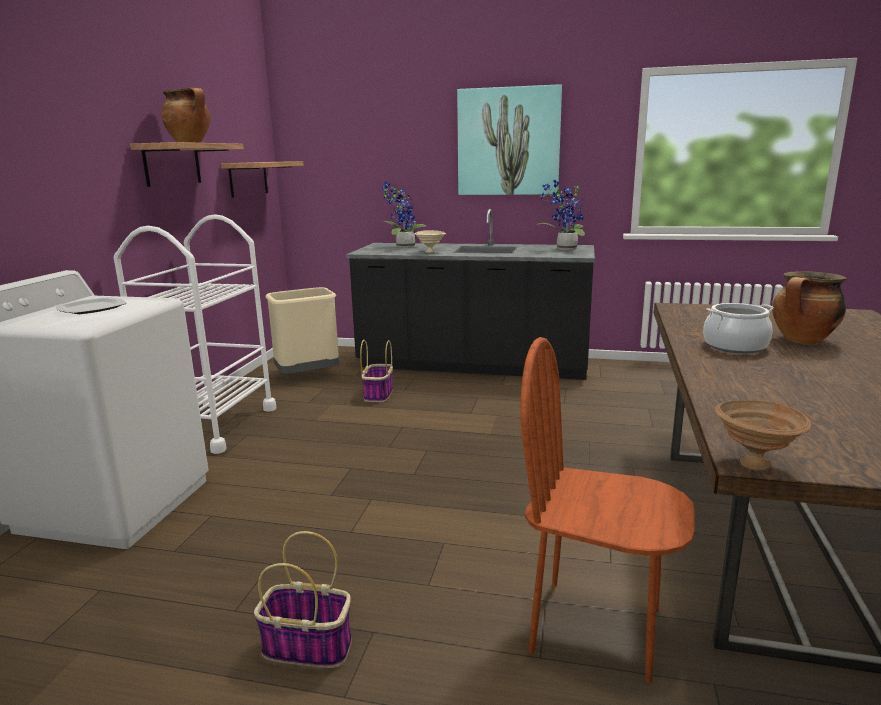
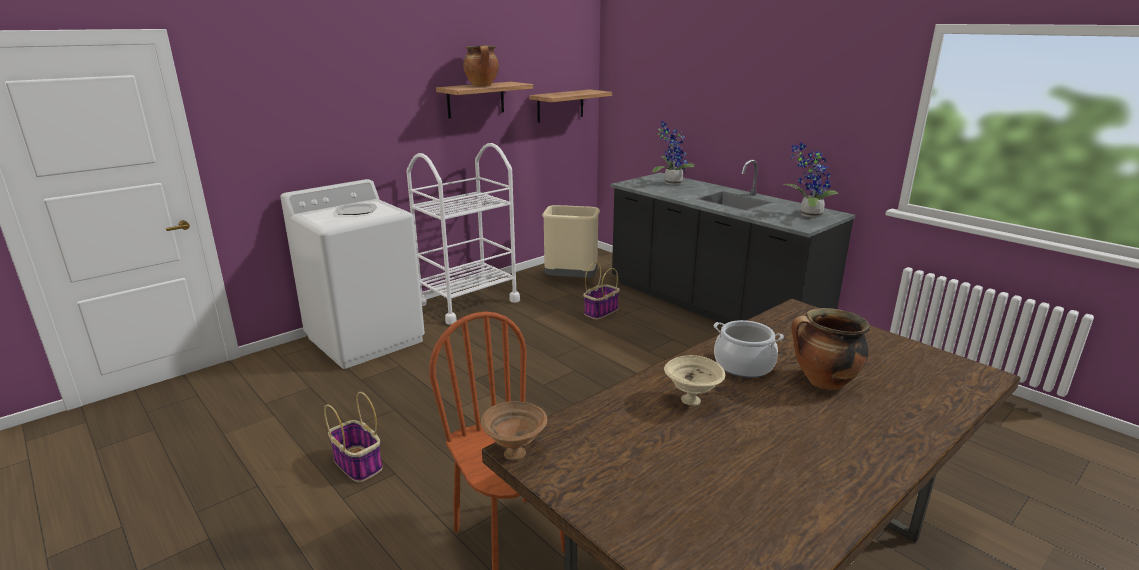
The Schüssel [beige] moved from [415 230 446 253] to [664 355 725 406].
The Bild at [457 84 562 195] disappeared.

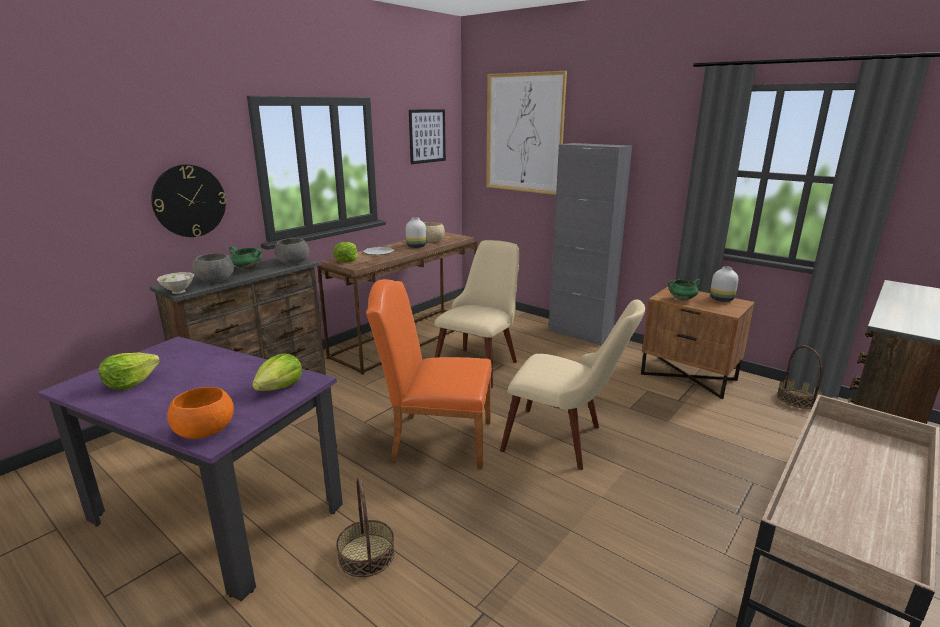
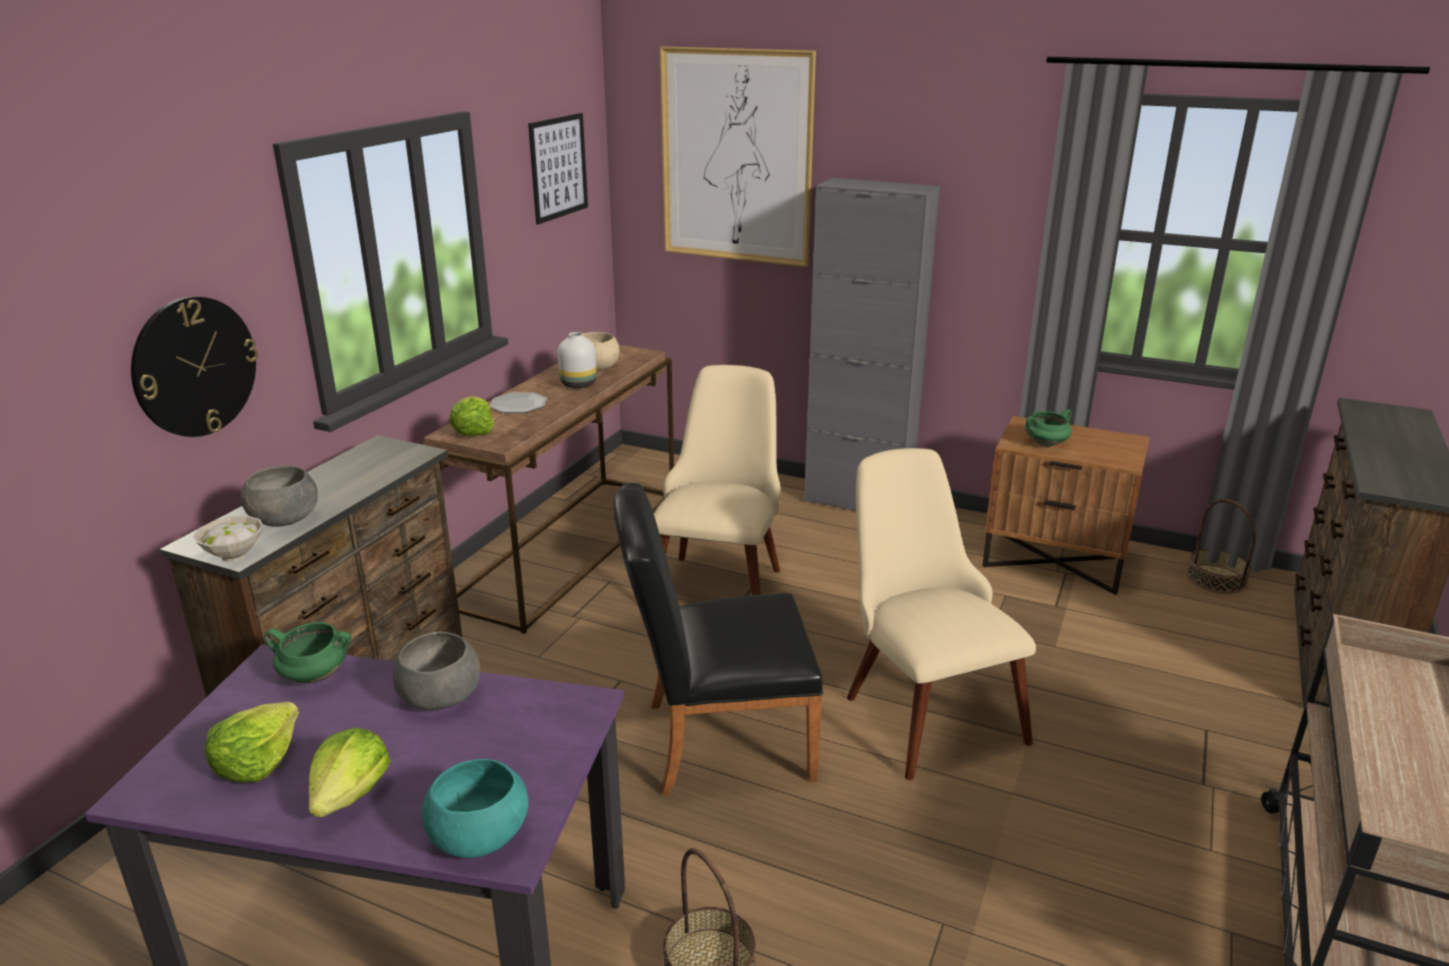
The Kochtopf [grün] moved from [229 246 262 271] to [264 622 351 683].
The Salatkopf moved from [252 354 302 391] to [309 727 390 817].
The Schüssel [grau] moved from [275 238 309 264] to [393 632 480 710].
The Schüssel [orange] at [167 387 234 439] became the Schüssel [türkis] at [422 759 529 858].
The Stuhl [orange] at [366 279 492 470] became the Stuhl [schwarz] at [613 483 823 796].
The Stuhl [beige] at [500 299 645 470] turned 120 degrees counterclockwise.
The Vase [weiß] at [710 266 739 302] disappeared.

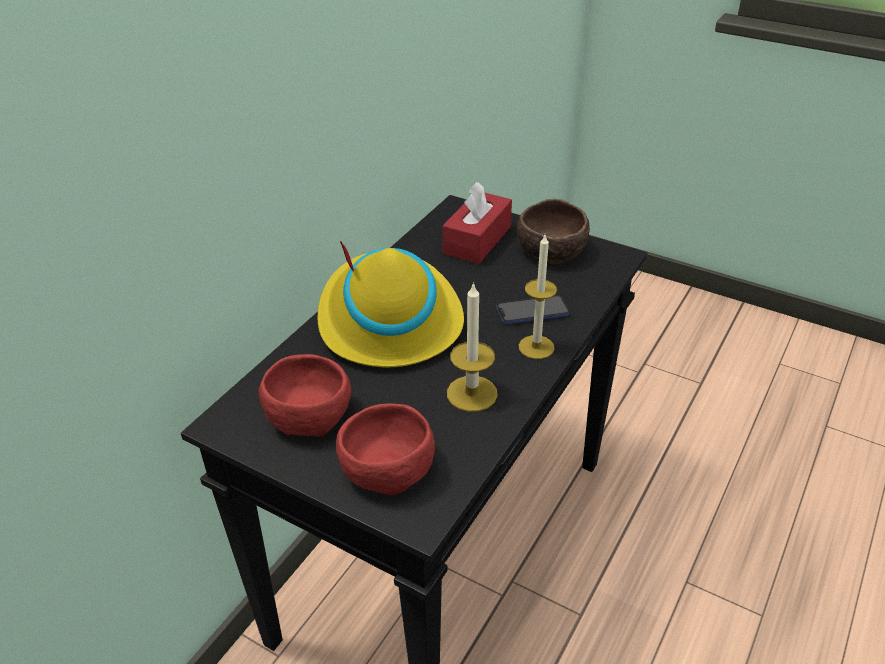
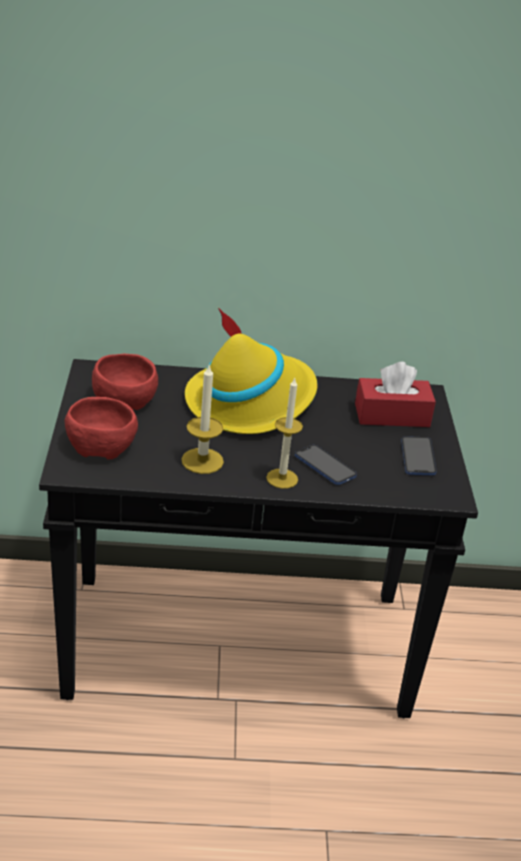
The Schüssel [braun] at [517 199 590 264] was replaced by the Handy at [401 436 437 475].

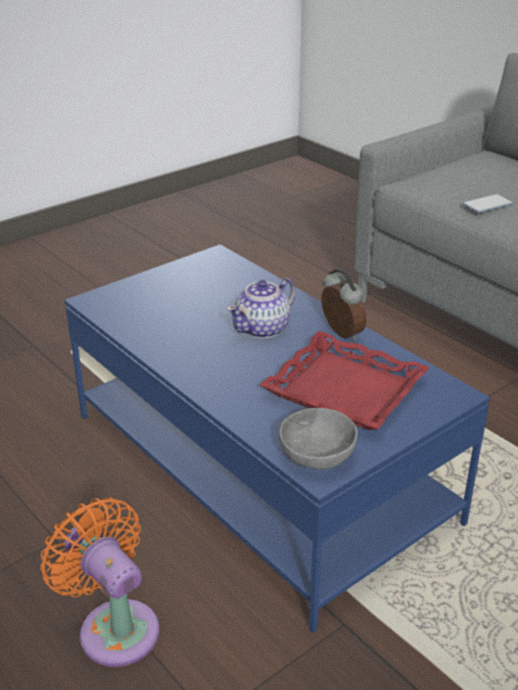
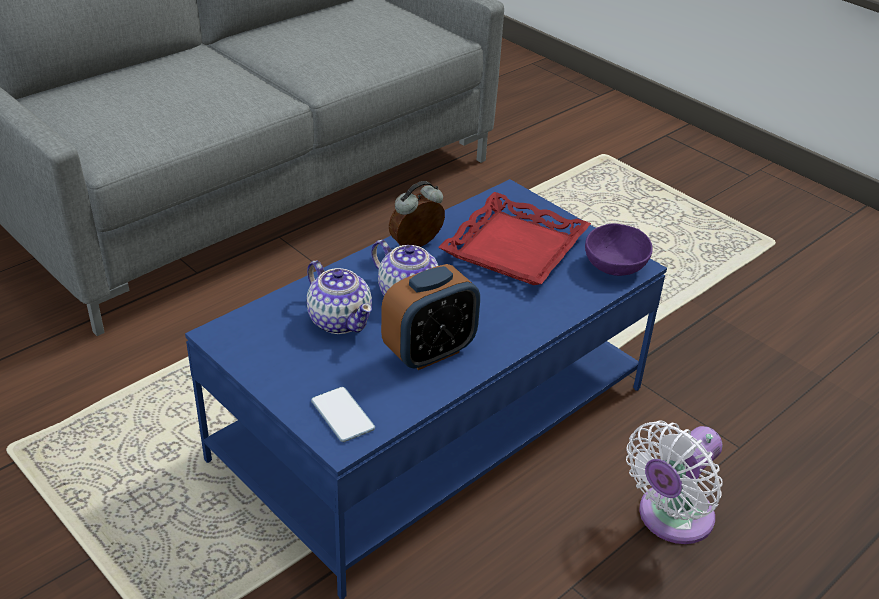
The Teekanne at [307 261 372 334] appeared.
The Handy moved from [463 194 513 213] to [311 387 375 442].
The Wecker at [381 264 480 370] appeared.
The Schüssel [grau] at [279 408 358 469] became the Schüssel [lila] at [585 223 653 276].
The Ventilator [orange] at [41 497 159 667] became the Ventilator [weiß] at [626 420 723 544].

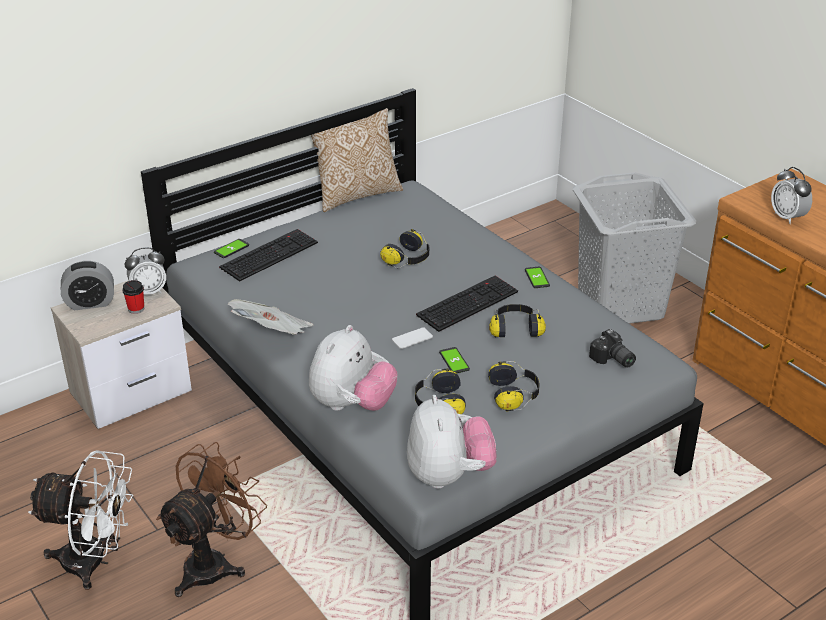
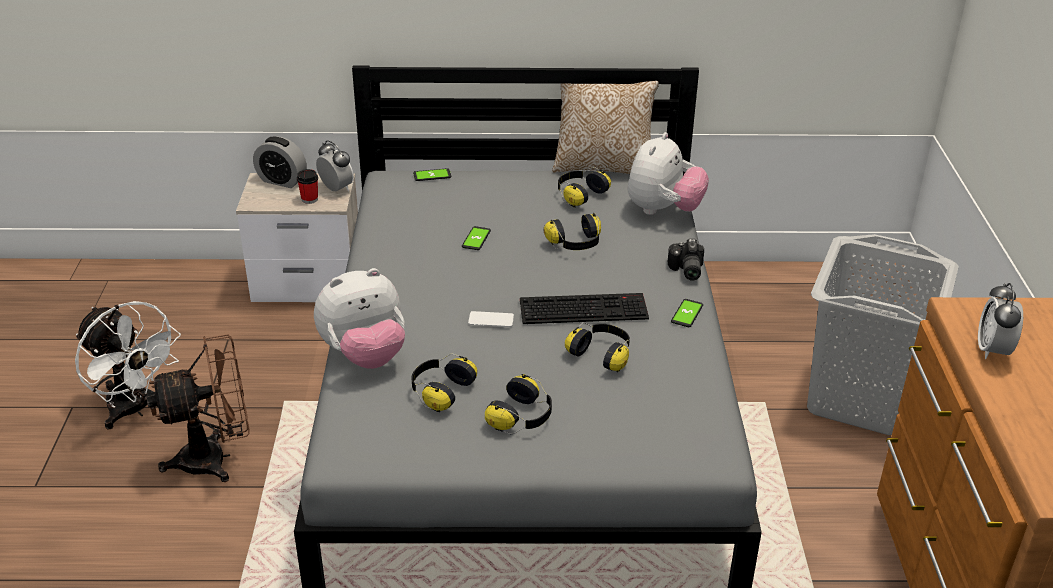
The Wecker at [125 247 166 295] turned 150 degrees counterclockwise.
The Handy moved from [439 347 470 373] to [462 226 491 250].
The Kopfhörer at [558 167 611 208] appeared.
The Plüschtier moved from [407 395 497 488] to [628 132 709 215].
The Kamera moved from [589 329 636 368] to [668 239 704 281].
The Tastatur at [219 229 318 282] disappeared.
The Zeitung at [228 299 313 335] disappeared.

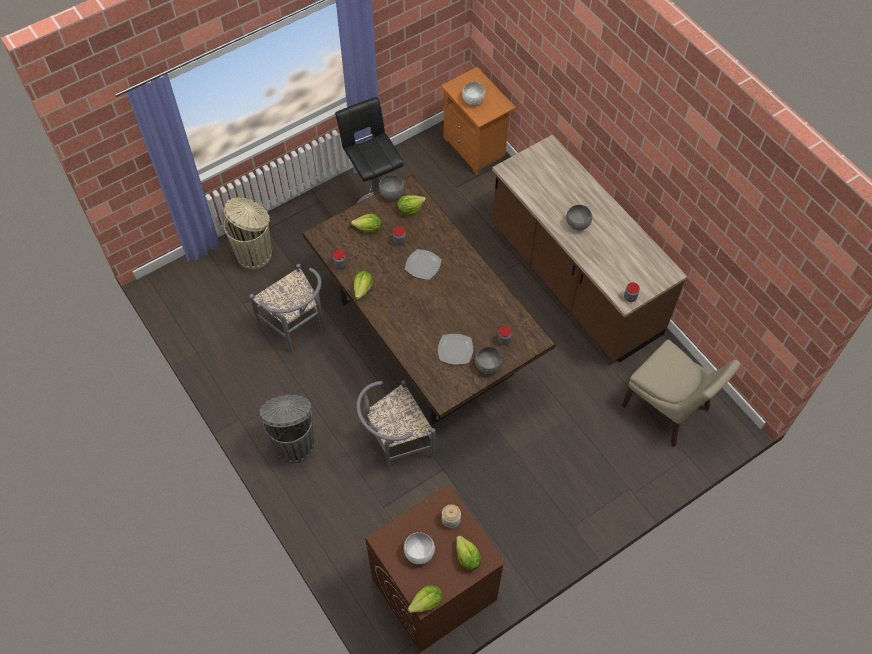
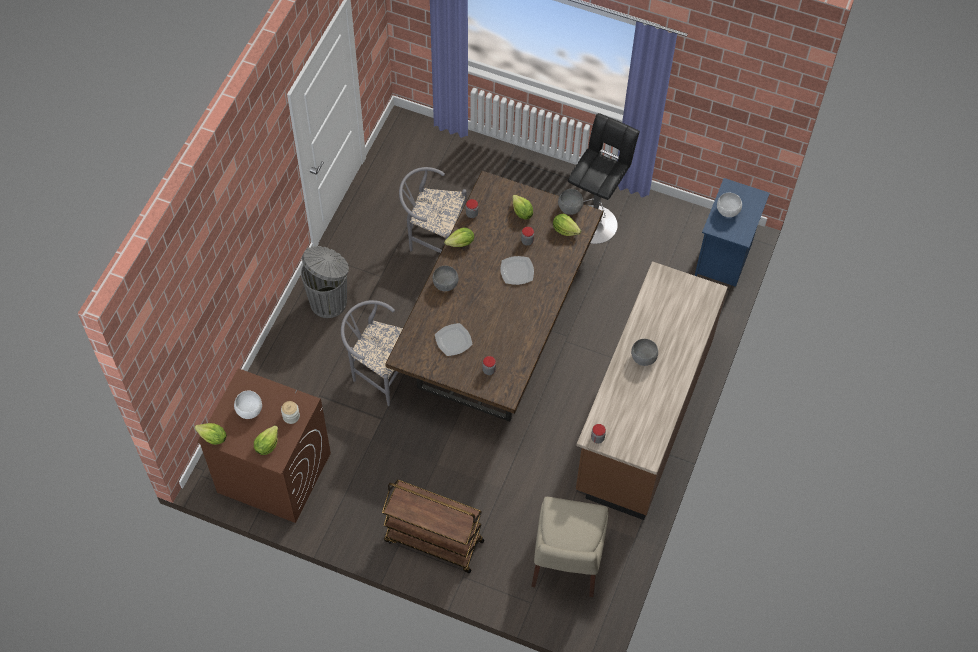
The Rollwagen [braun] at [382 480 484 573] appeared.
The Stuhl [grau] at [249 264 324 352] turned 90 degrees clockwise.
The Schüssel [grau] moved from [475 346 502 374] to [433 266 459 291].
The Nachttisch [orange] at [441 67 516 175] became the Nachttisch [blau] at [695 178 770 287].
The Mülleimer [beige] at [224 197 272 269] disappeared.

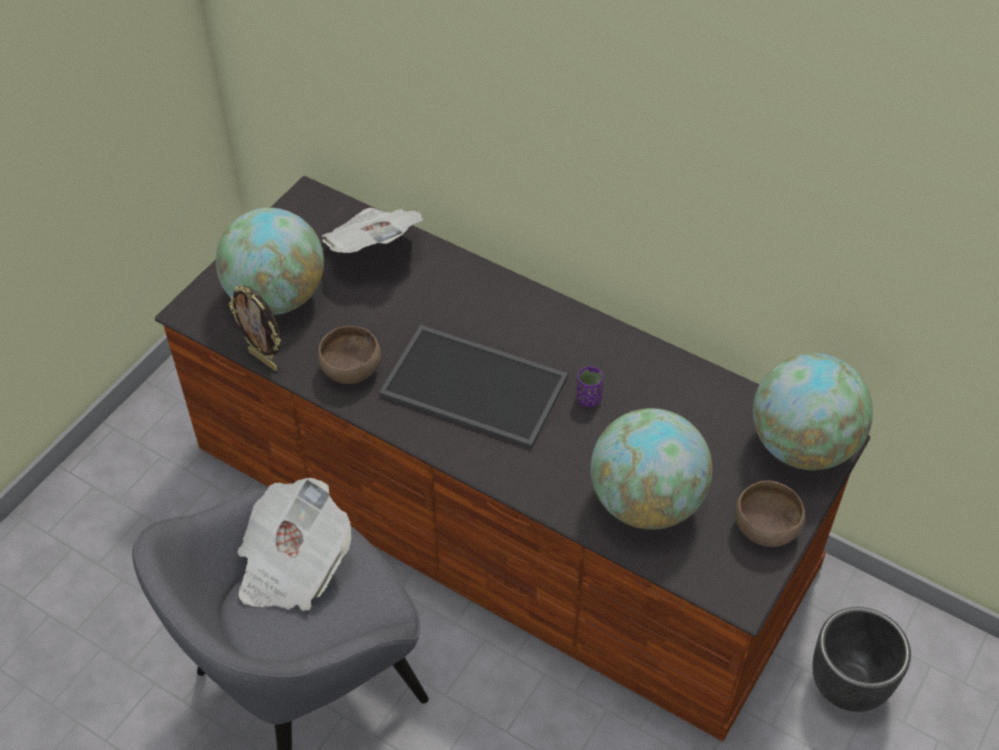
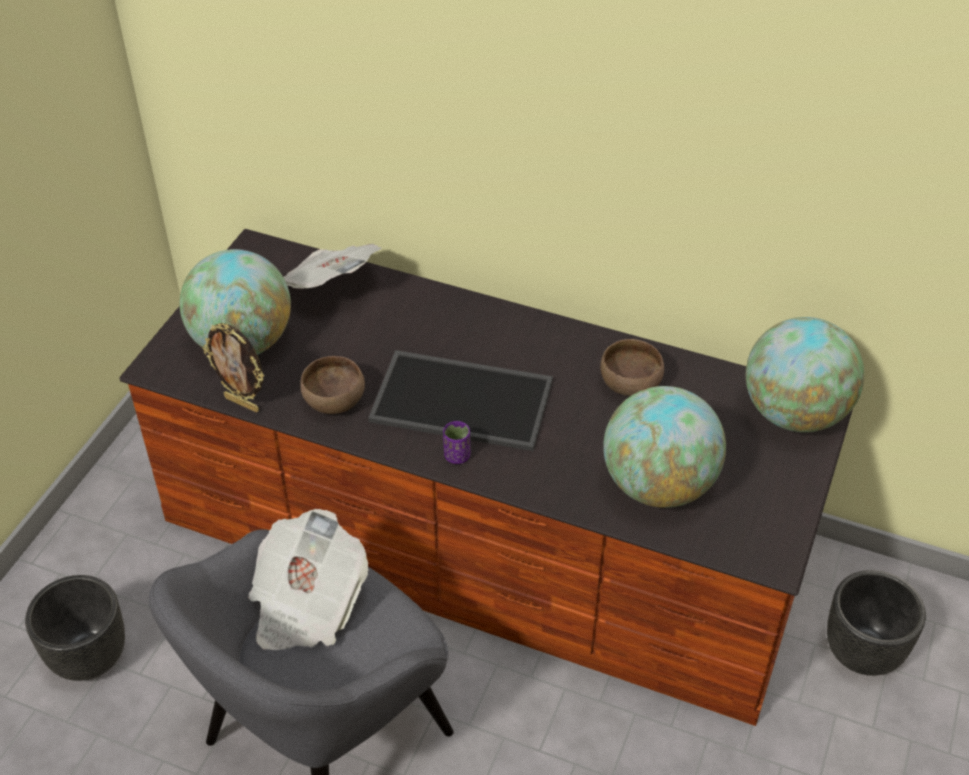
The Pflanzkübel [schwarz] at [25 575 125 681] appeared.
The Tasse [lila] moved from [577 366 603 407] to [443 421 470 464].
The Schüssel [braun] moved from [735 481 805 547] to [600 339 664 396].

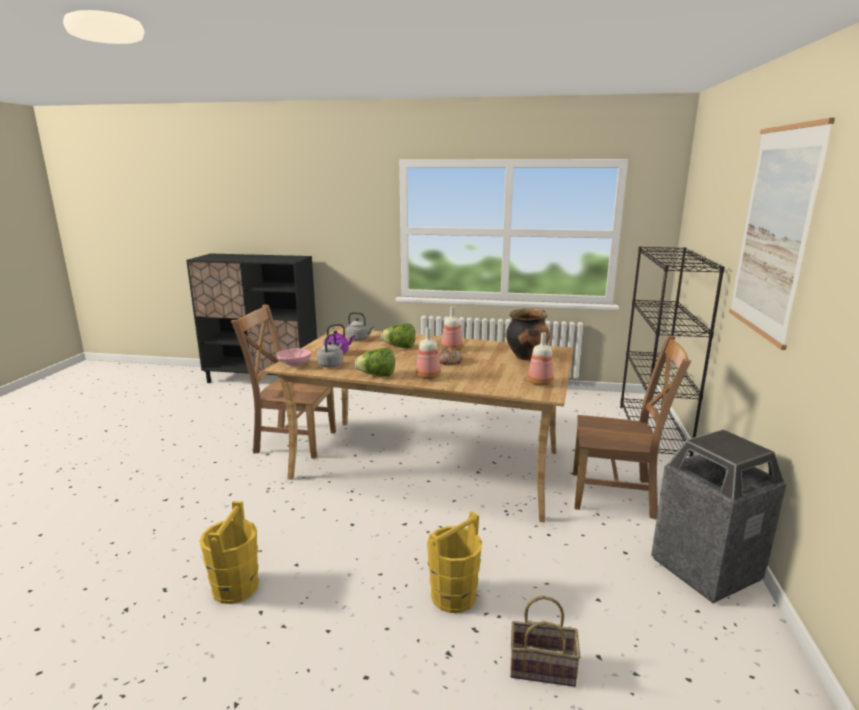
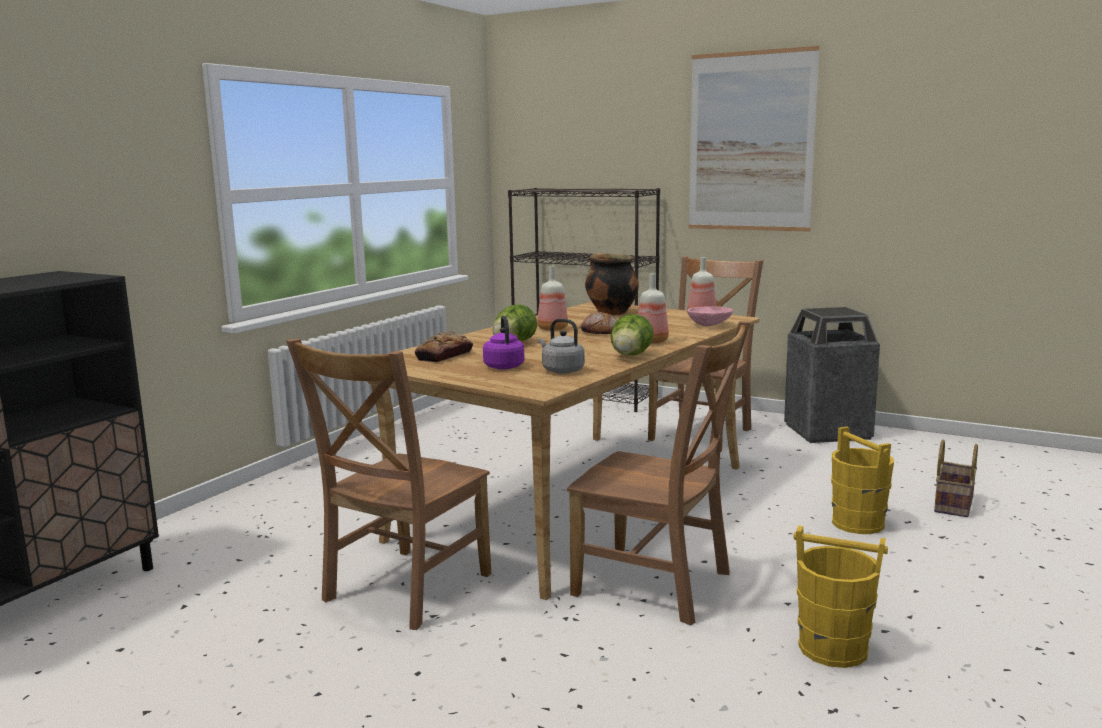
The Wasserkessel [grau] at [346 312 374 341] was replaced by the Brot at [415 331 473 362].
The Stuhl [braun] at [567 321 751 625] appeared.
The Schüssel [rosa] moved from [277 348 311 366] to [687 306 733 326].

